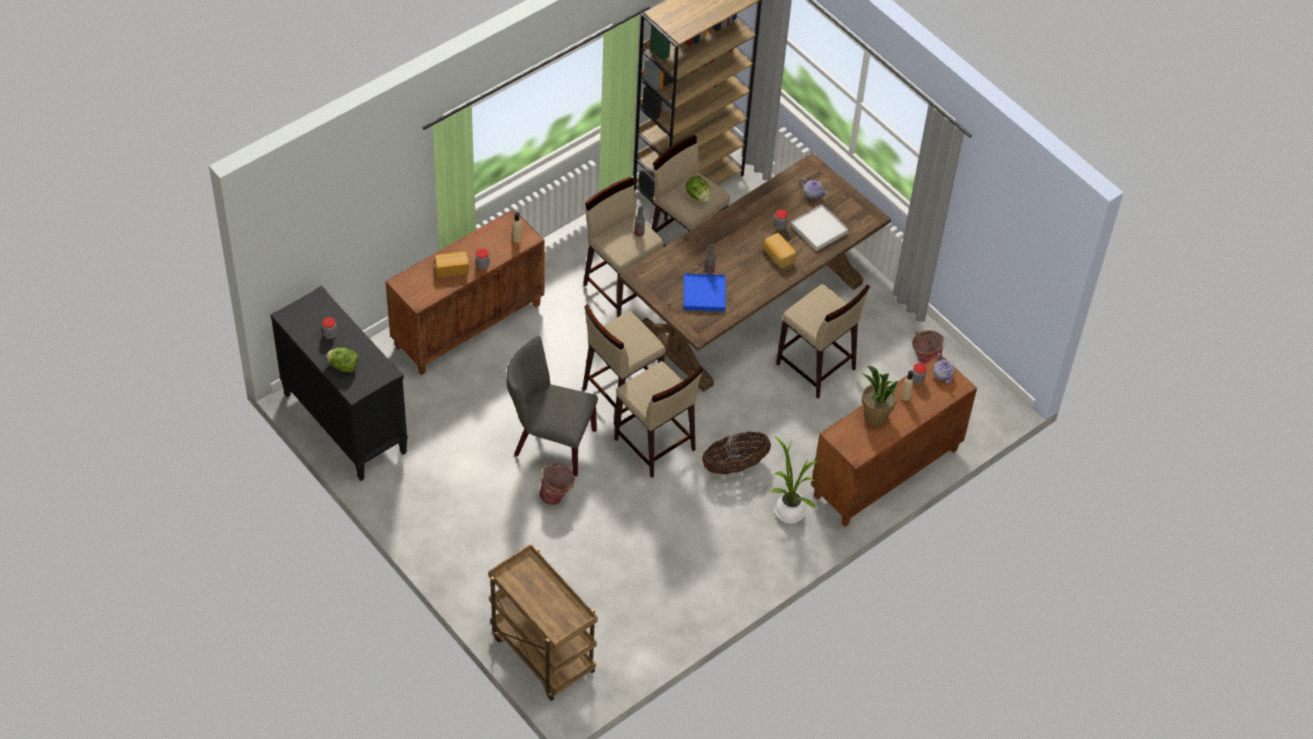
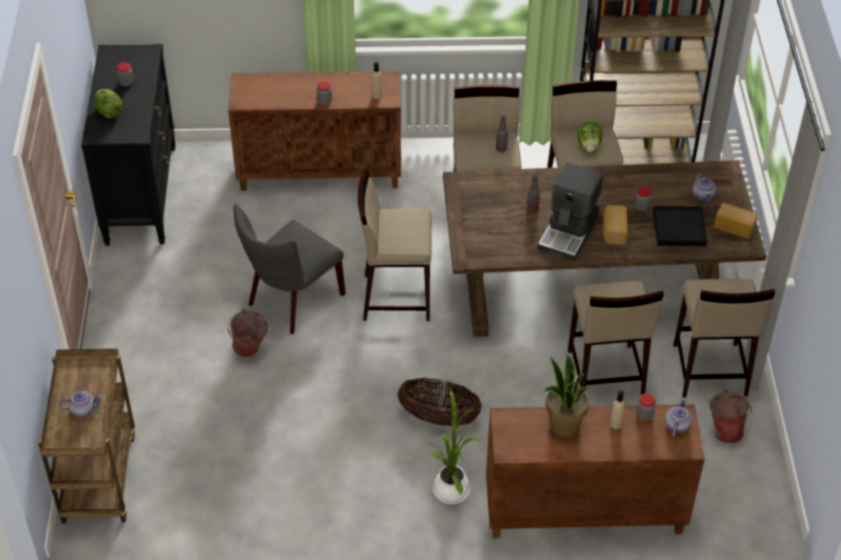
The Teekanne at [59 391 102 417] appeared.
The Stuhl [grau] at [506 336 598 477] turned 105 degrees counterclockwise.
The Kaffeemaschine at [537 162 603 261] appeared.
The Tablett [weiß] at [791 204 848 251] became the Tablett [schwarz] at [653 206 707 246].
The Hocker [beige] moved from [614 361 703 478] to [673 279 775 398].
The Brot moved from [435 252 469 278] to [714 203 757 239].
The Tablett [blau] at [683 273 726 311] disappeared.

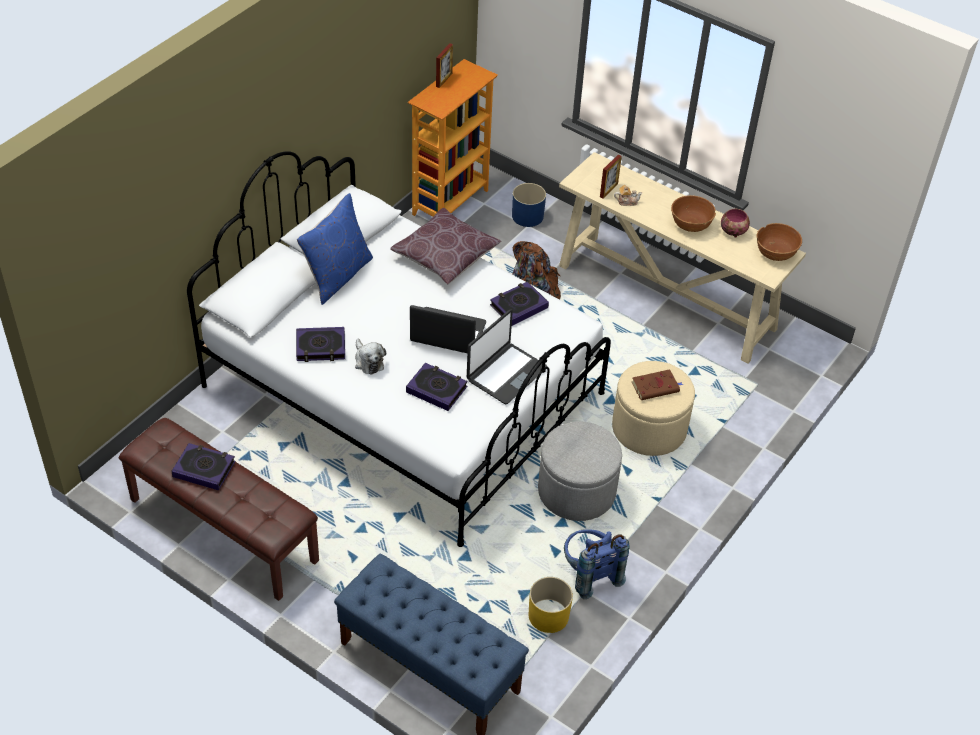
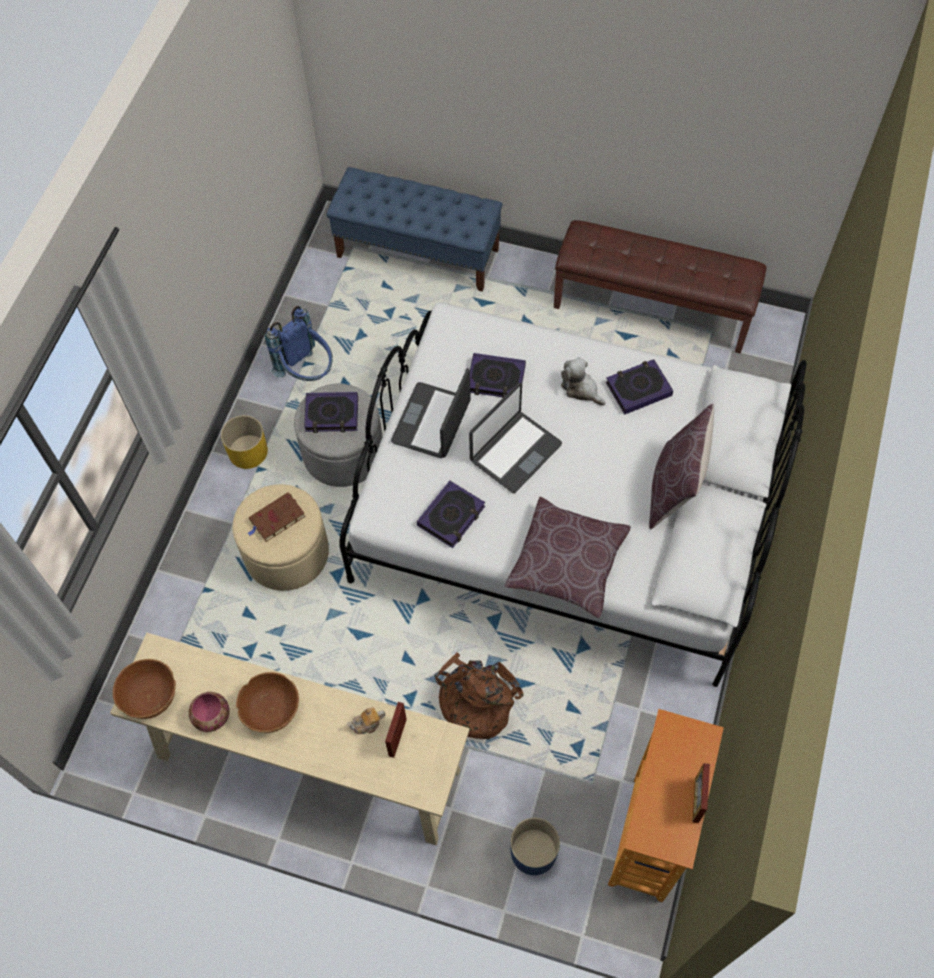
The Pflanzkübel [gelb] moved from [529 577 573 633] to [221 415 268 469].
The Buch moved from [171 443 235 490] to [304 392 358 433].
The Laptop at [410 305 486 353] turned 45 degrees counterclockwise.
The Kissen [blau] at [297 193 373 305] became the Kissen [braun] at [649 404 714 530].

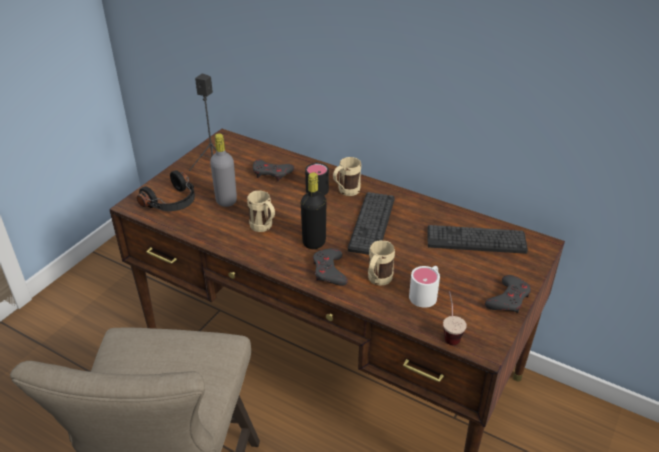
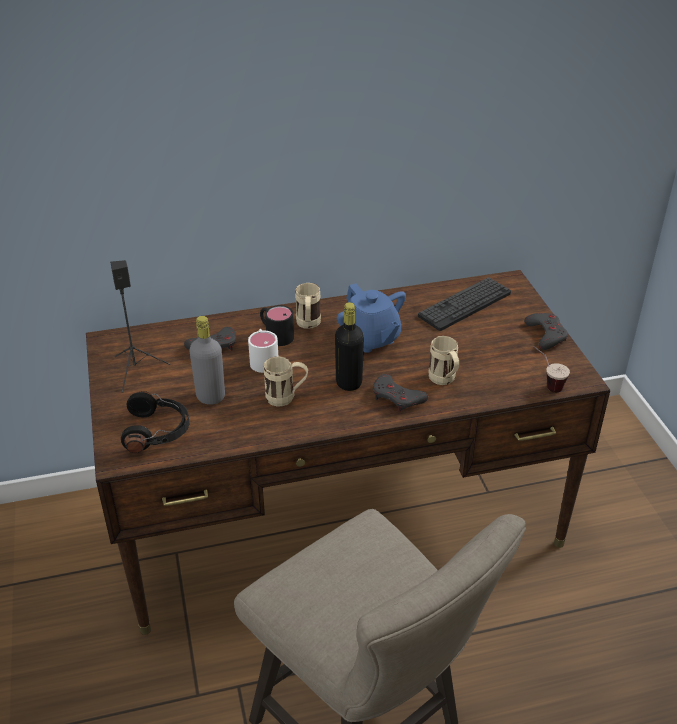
The Henkelbecher [weiß] moved from [409 266 440 308] to [248 329 278 373].
The Tastatur at [348 192 395 255] was replaced by the Teekanne [blau] at [337 283 406 353].

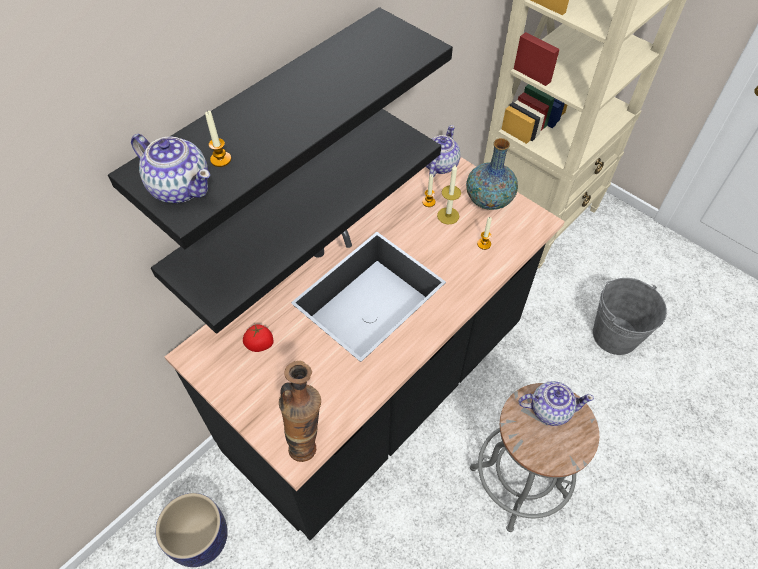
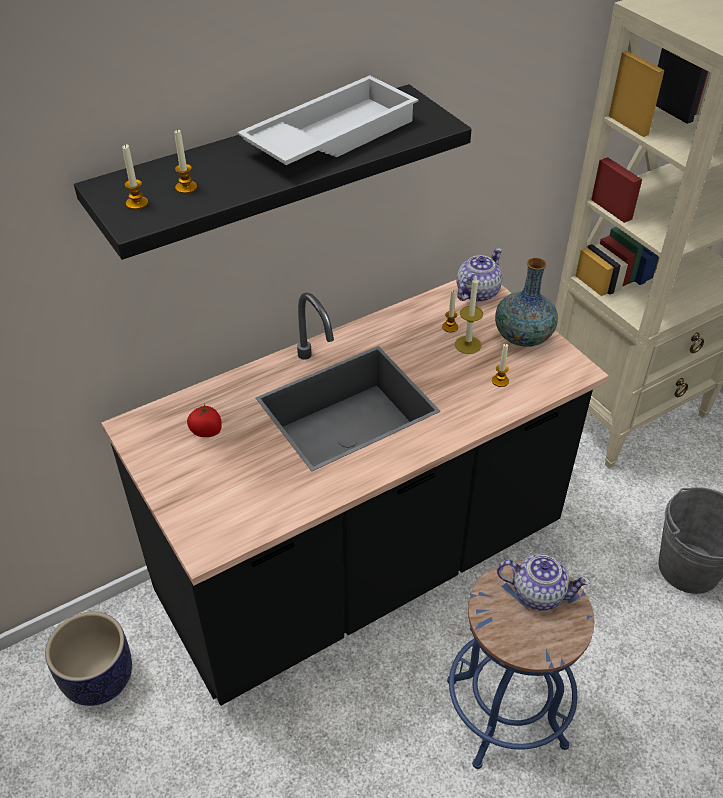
The Teekanne at [131 134 210 203] was replaced by the Kerze at [122 145 148 210].
The Tablett [weiß] at [237 75 418 165] appeared.
The Hocker [grau] at [470 383 599 532] became the Hocker [blau] at [447 560 594 769].
The Wandregal [schwarz] at [151 109 441 334] disappeared.
The Vase at [279 361 321 462] disappeared.

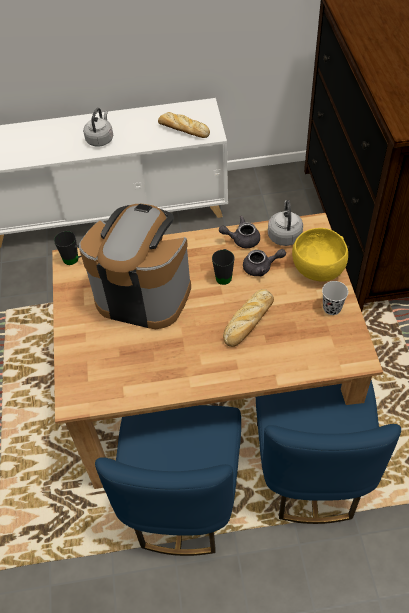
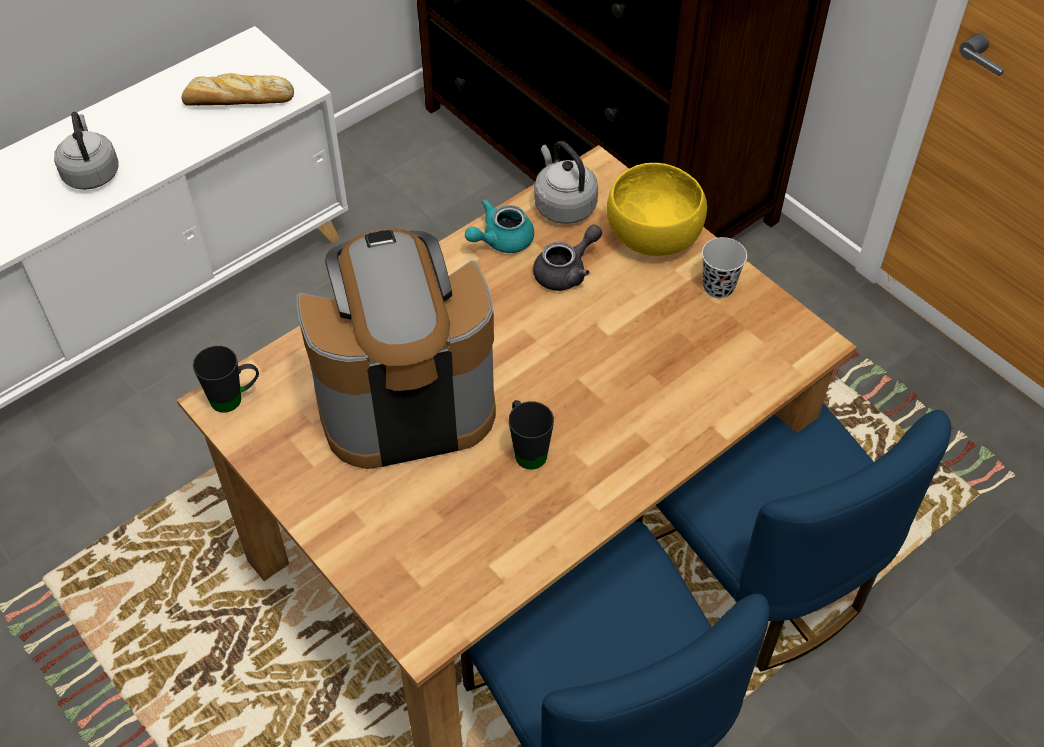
The Teekanne [grau] at [219 216 260 248] became the Teekanne [türkis] at [465 199 534 253].
The Henkelbecher [schwarz] moved from [212 249 234 285] to [509 400 554 470].
The Brot at [223 289 274 347] disappeared.

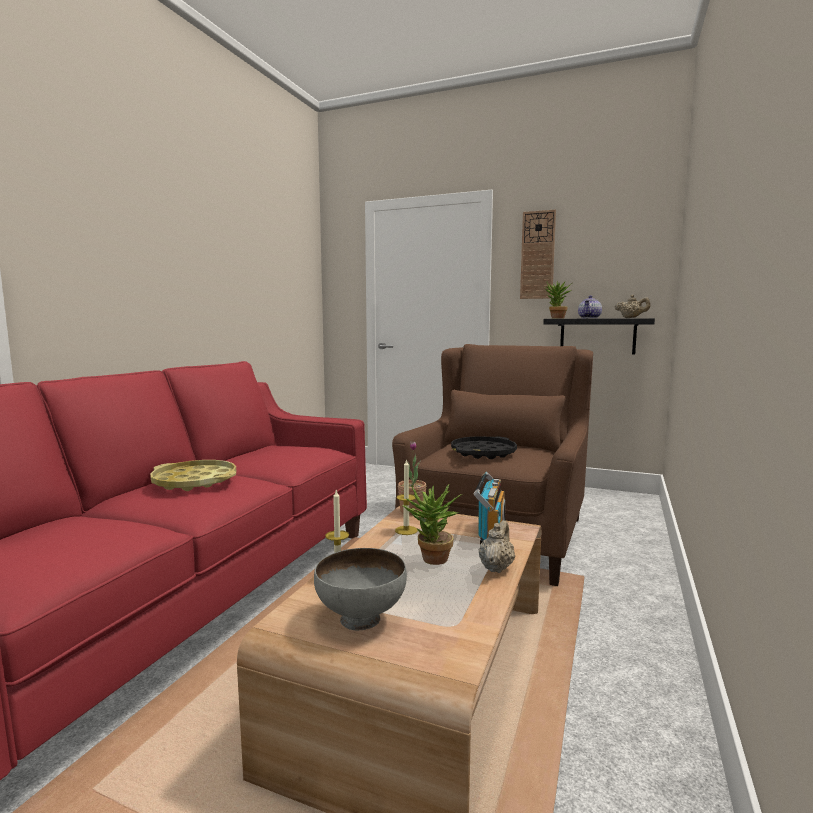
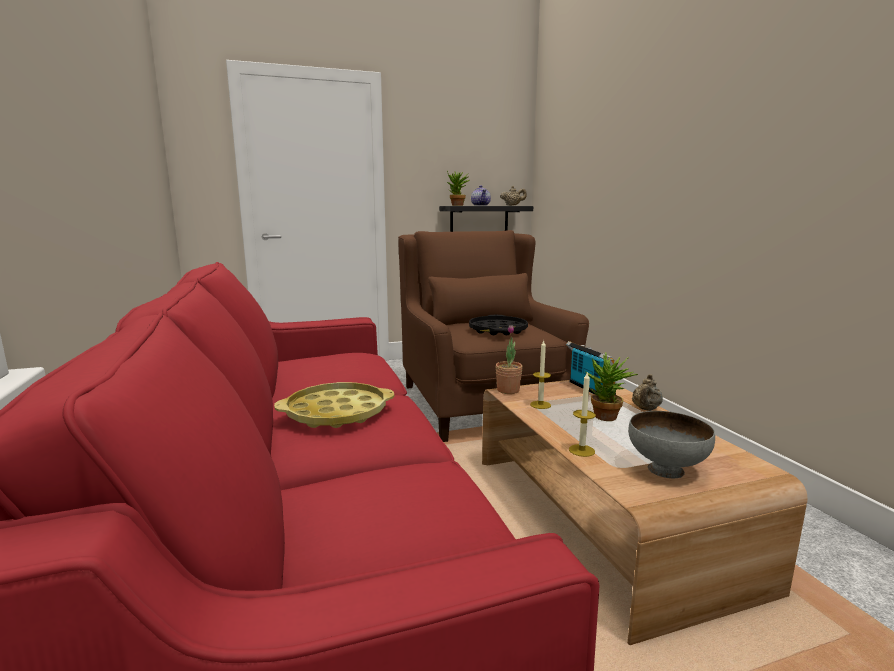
The Teekanne [beige] at [479 520 515 573] turned 135 degrees counterclockwise.
The Wanduhr at [520 209 556 299] disappeared.

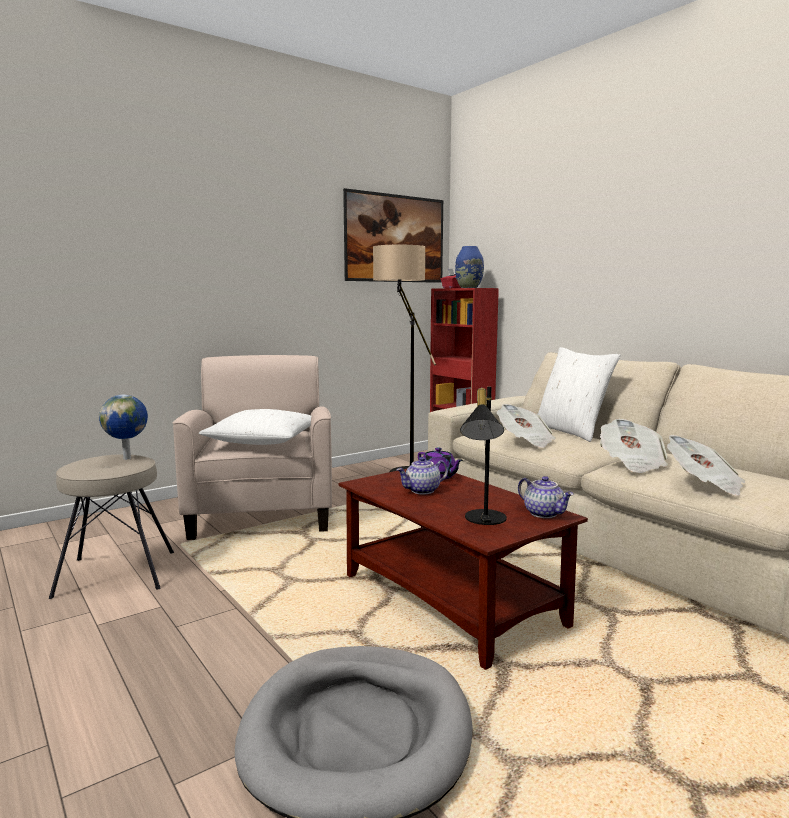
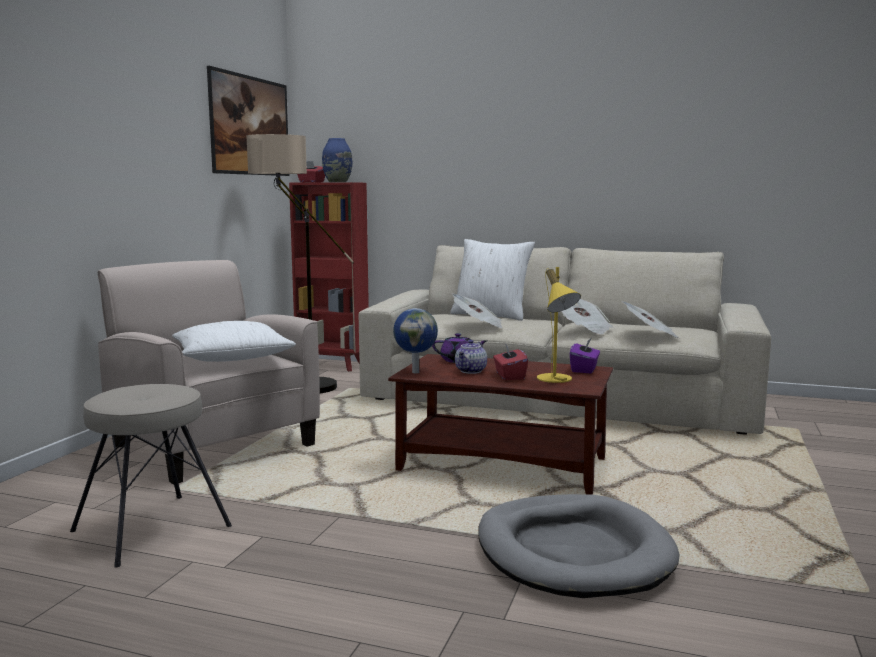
The Globus moved from [99 395 148 460] to [393 308 438 373].
The Taschentuchbox [rot] at [493 344 528 380] appeared.
The Tischlampe [schwarz] at [460 386 507 525] became the Tischlampe [gelb] at [537 267 581 383].
The Teekanne at [518 476 574 518] was replaced by the Taschentuchbox [lila] at [570 339 600 373].

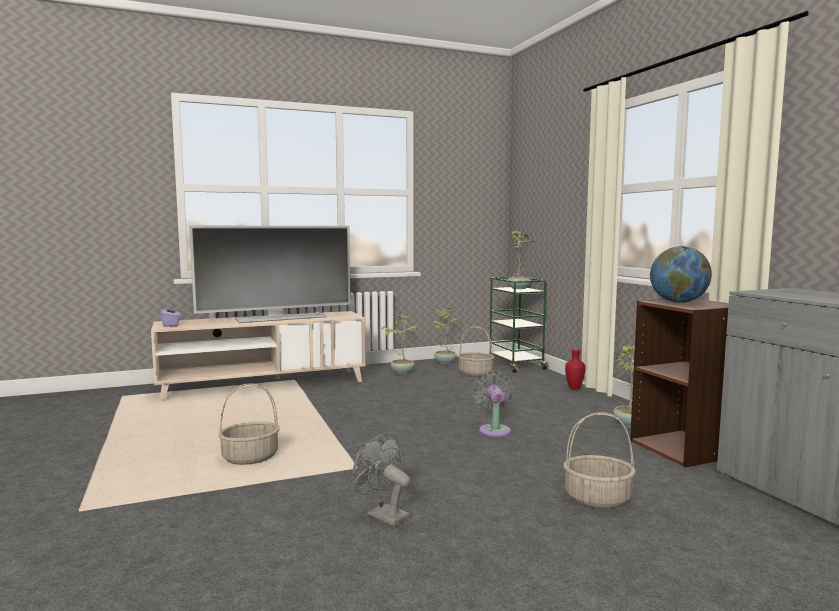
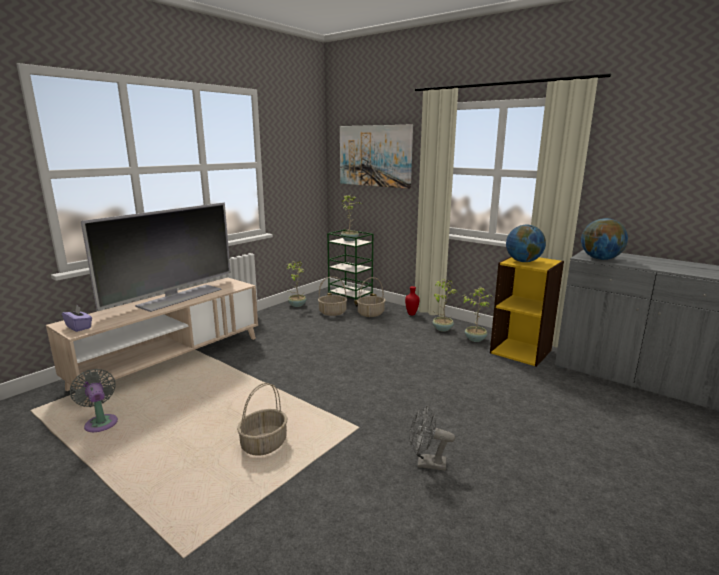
The Ventilator [grau] moved from [471 370 513 437] to [70 369 118 432].
The Bild at [340 125 413 189] appeared.
The Korb moved from [564 412 636 509] to [357 277 385 317].
The Topfpflanze moved from [382 313 418 374] to [432 279 457 332].
The Bücherregal [braun] at [630 299 729 468] became the Bücherregal [gelb] at [490 257 564 367].
The Globus at [581 218 628 260] appeared.

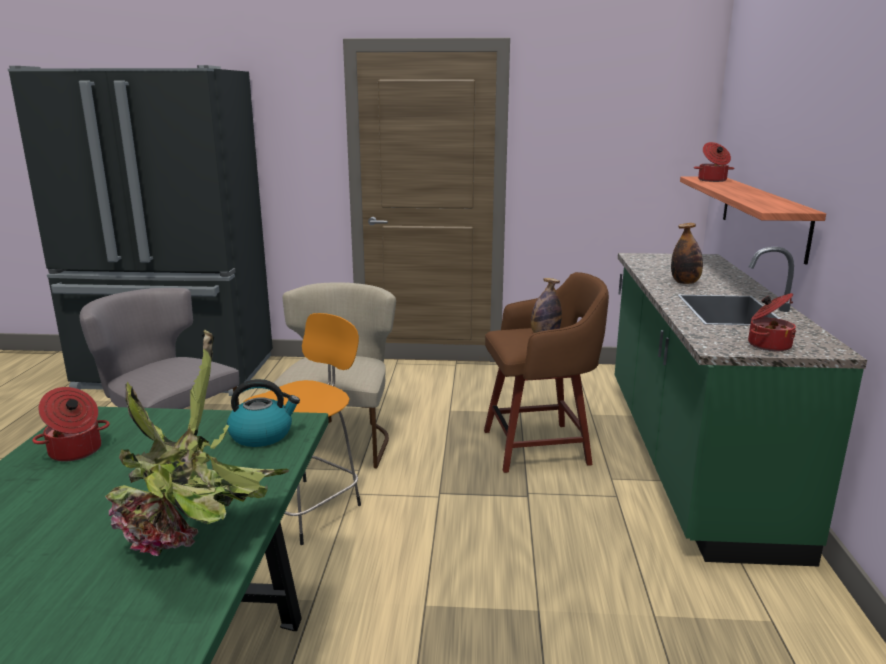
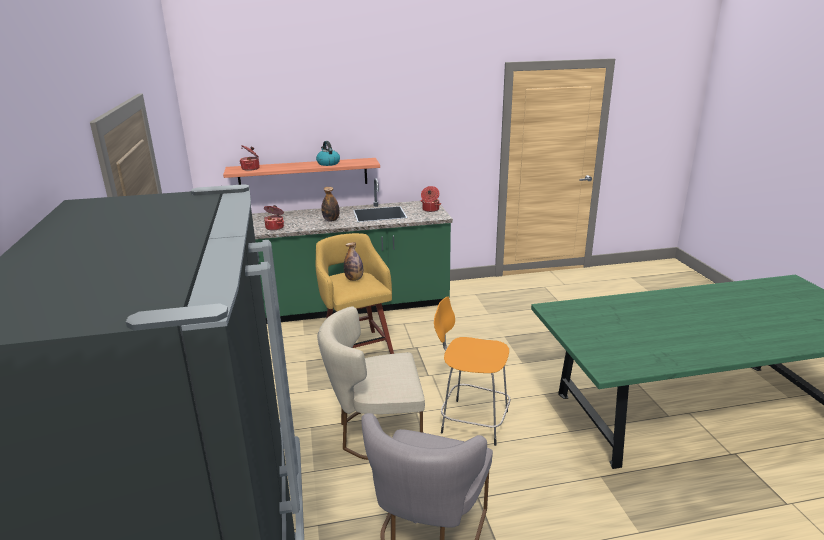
The Kochtopf moved from [32 387 110 462] to [264 205 284 230].
The Wasserkessel moved from [227 379 300 447] to [316 141 340 166].
The Hocker [braun] at [484 272 609 473] became the Hocker [gelb] at [316 233 394 354].
The Topfpflanze at [105 329 289 556] disappeared.

